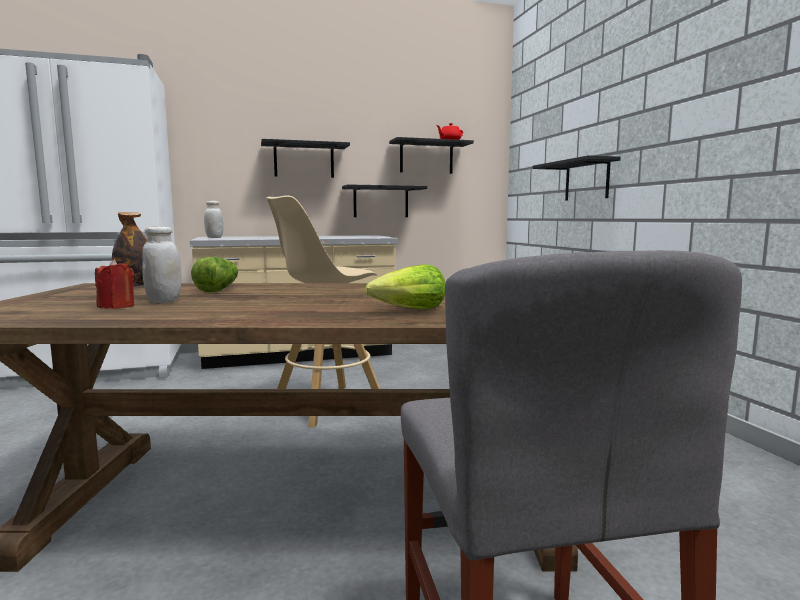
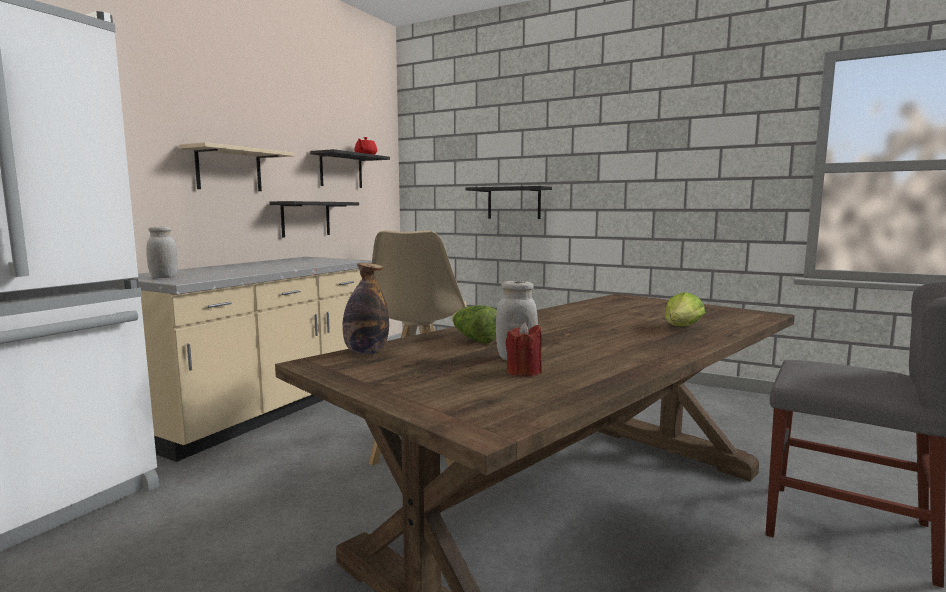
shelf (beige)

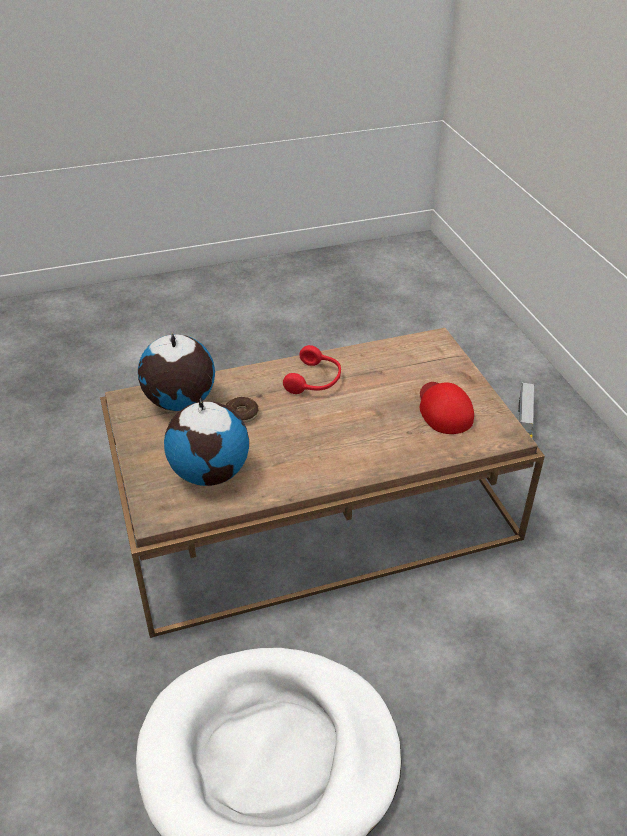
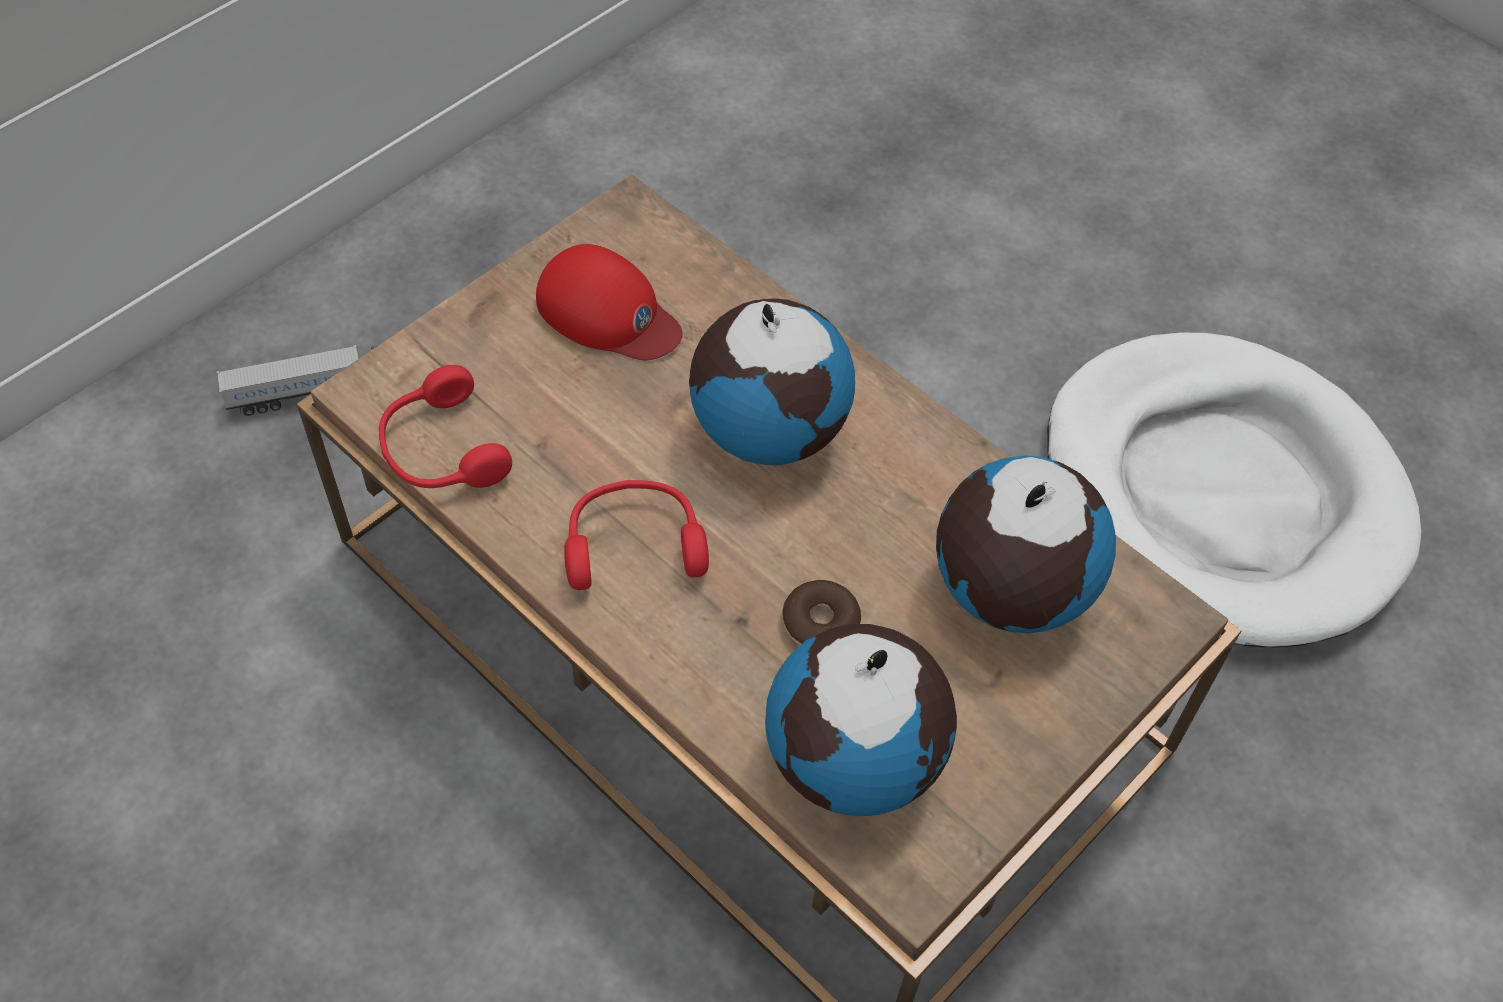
cap (red); globe (1st from left); headphones (red) (1st from left)

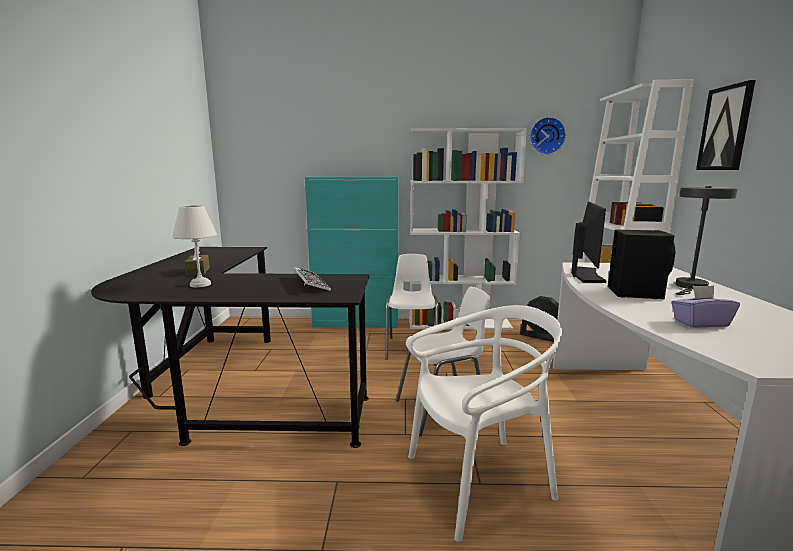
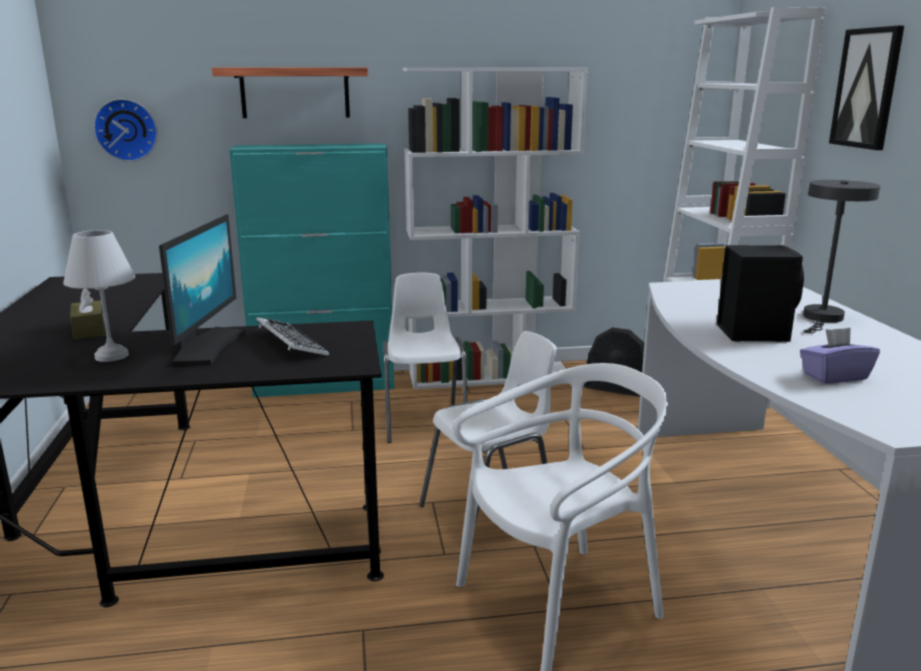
wall clock; monitor; shelf

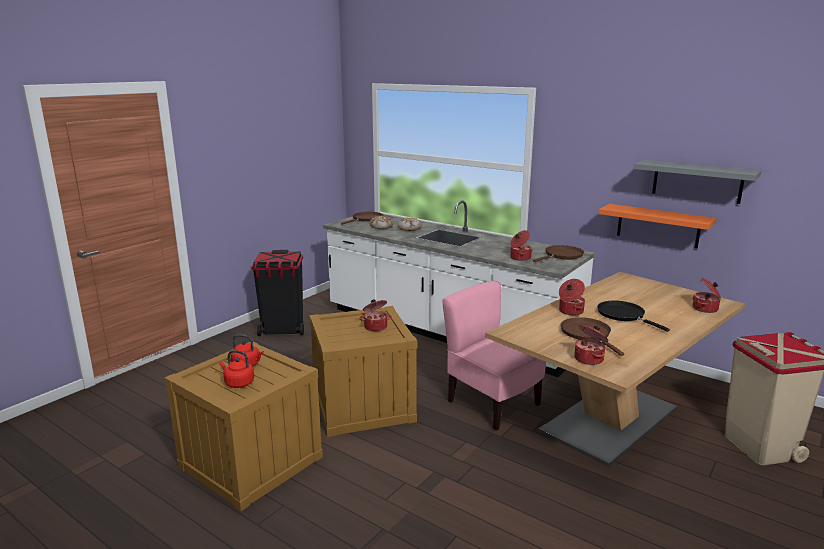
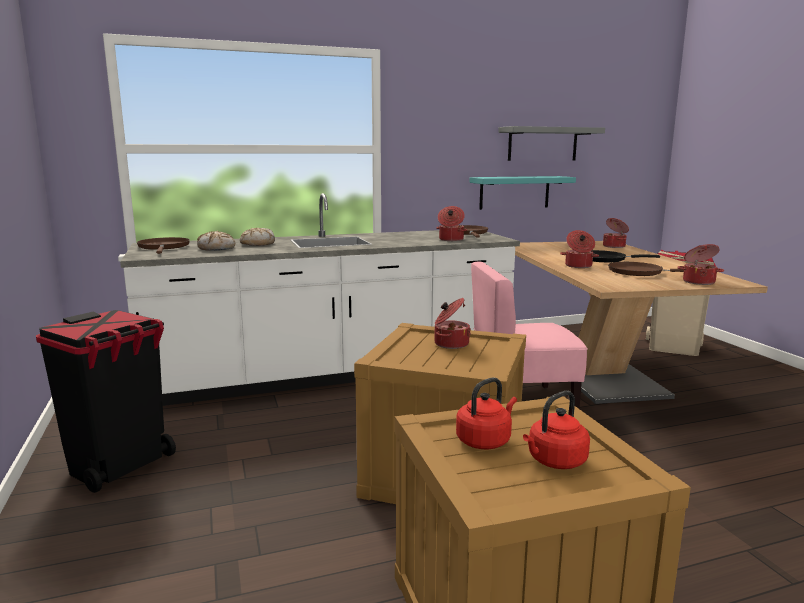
shelf (turquoise)

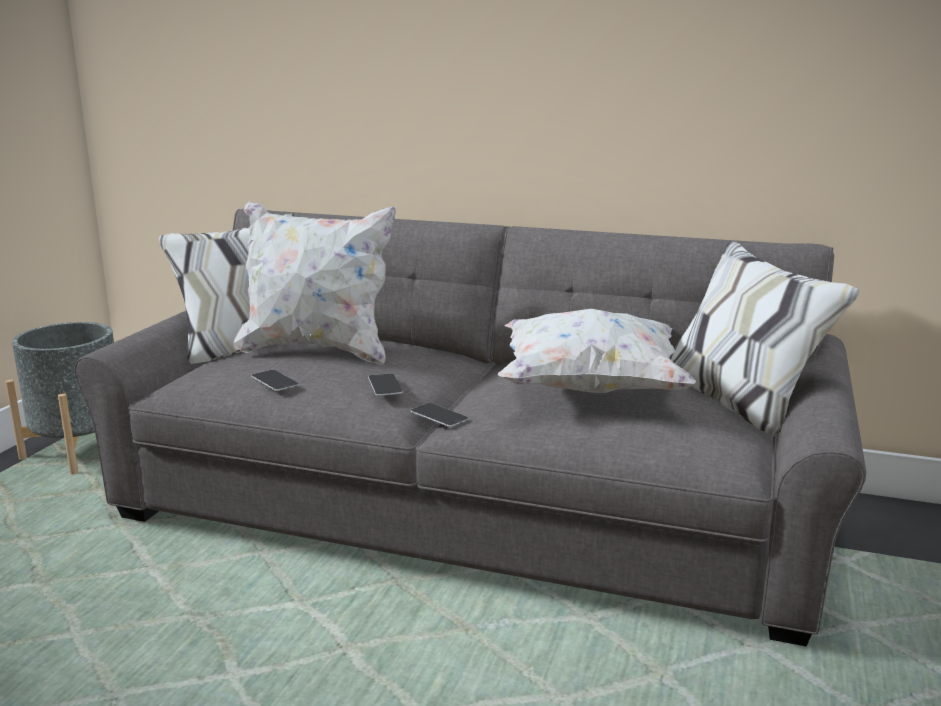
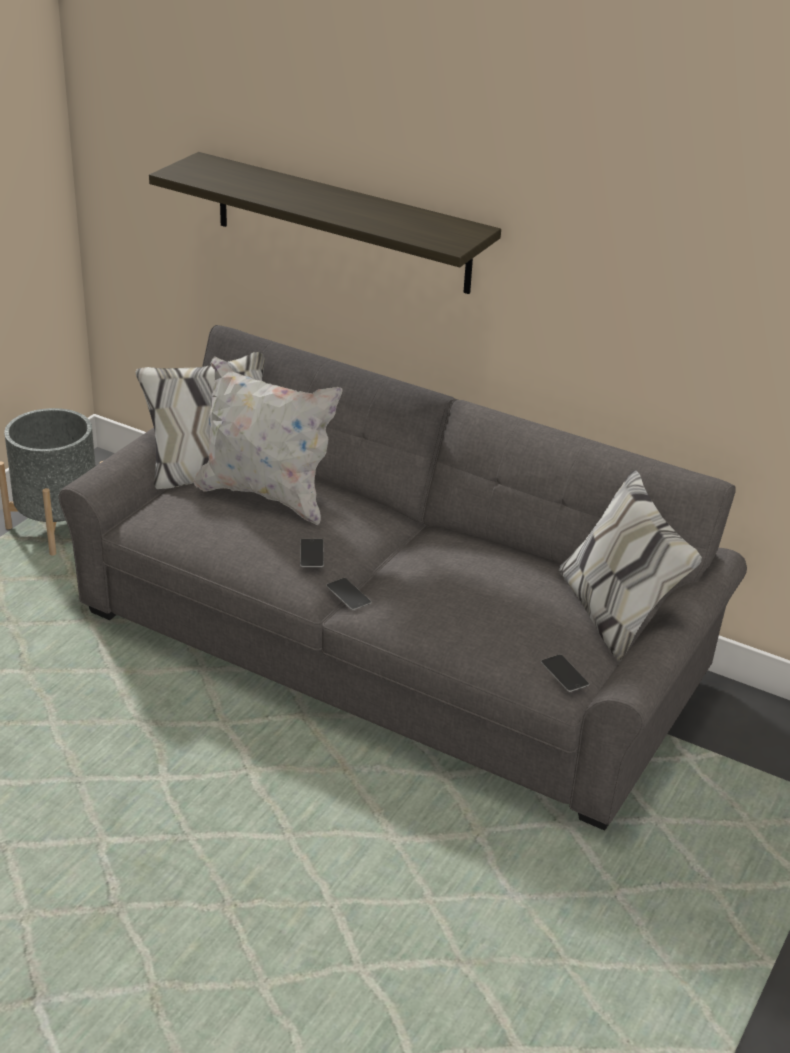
pillow (white) (2nd from left in the first image); phone (3rd from left); shelf

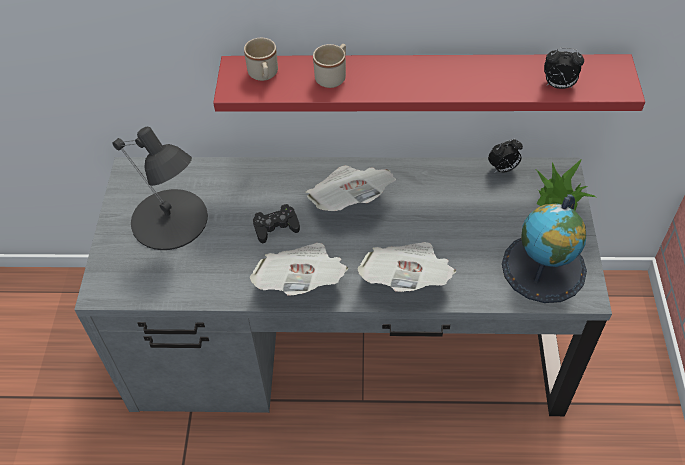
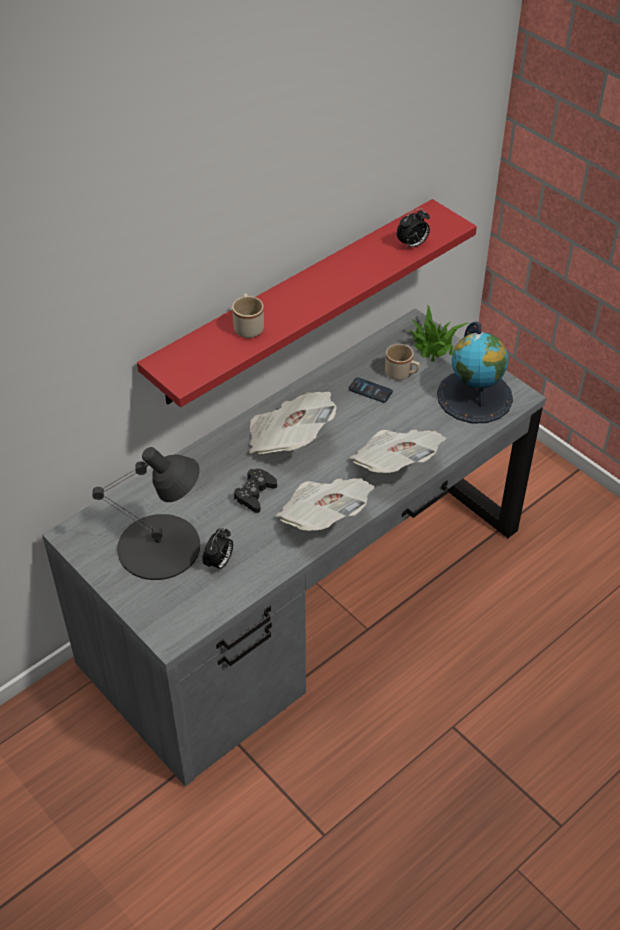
mug (beige) (2nd from left); alarm clock (1st from left); phone

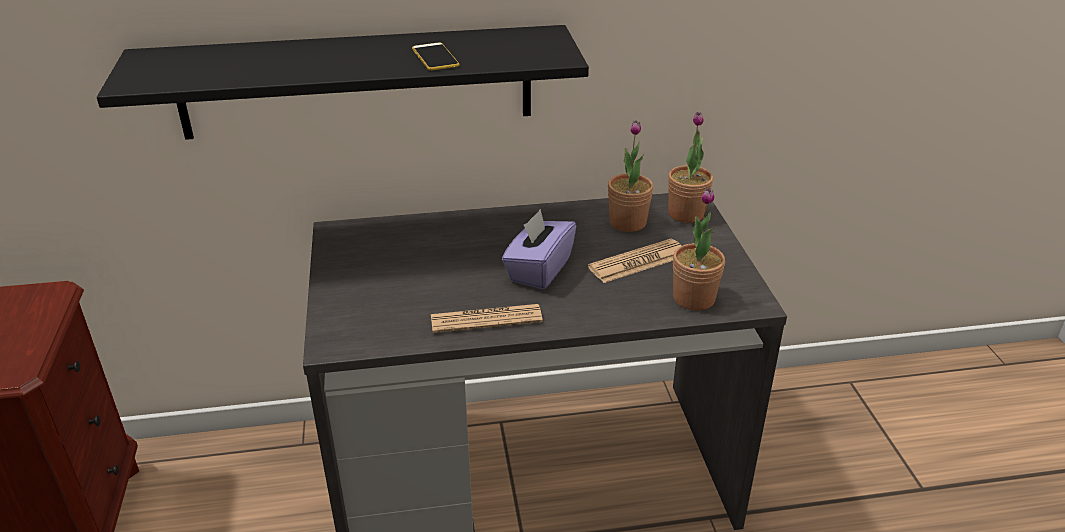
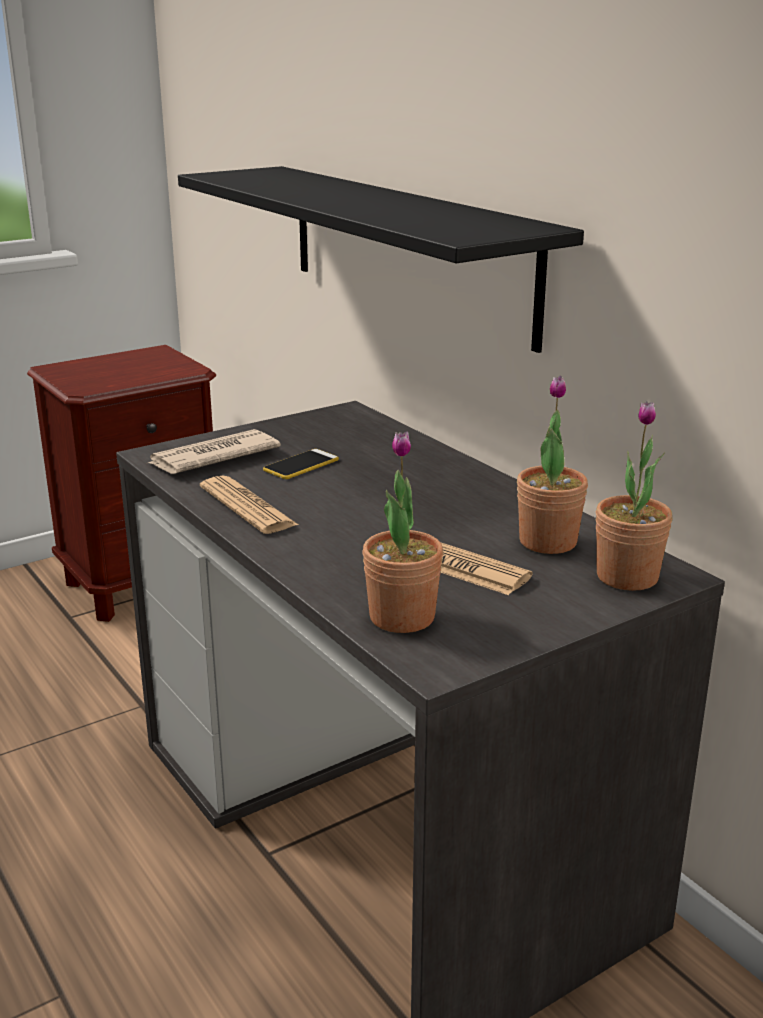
phone; tissue box (purple); newspaper (1st from left)

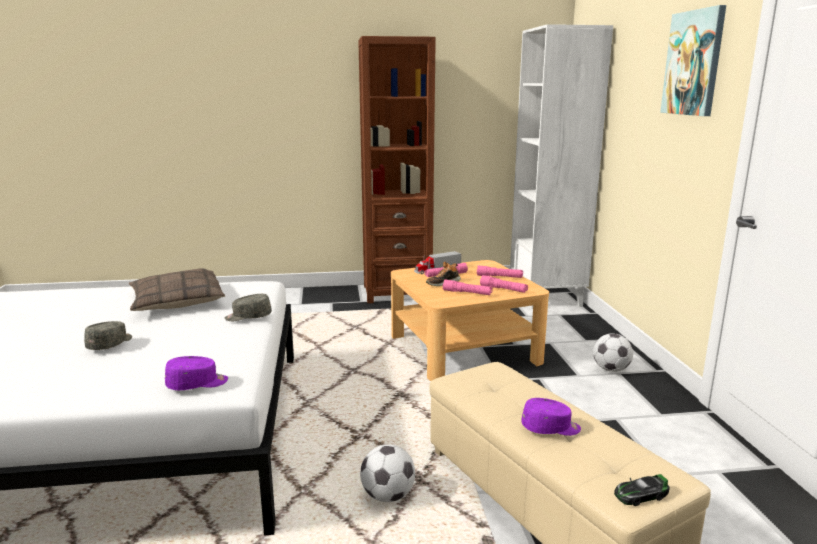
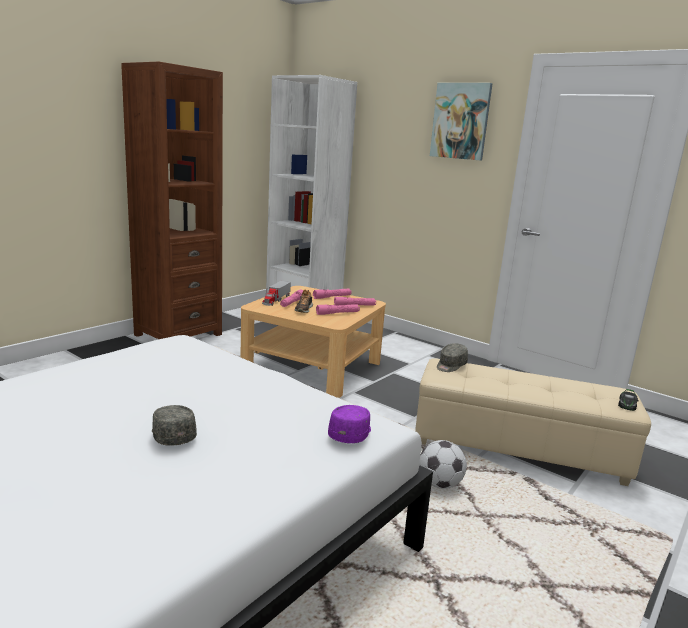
pillow; cap (grey) (2nd from left); football (2nd from left in the first image); cap (purple) (2nd from left in the first image)

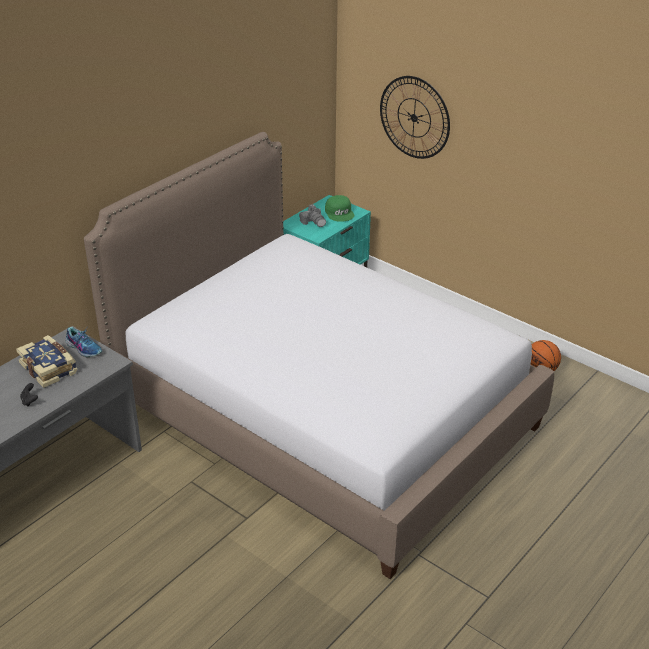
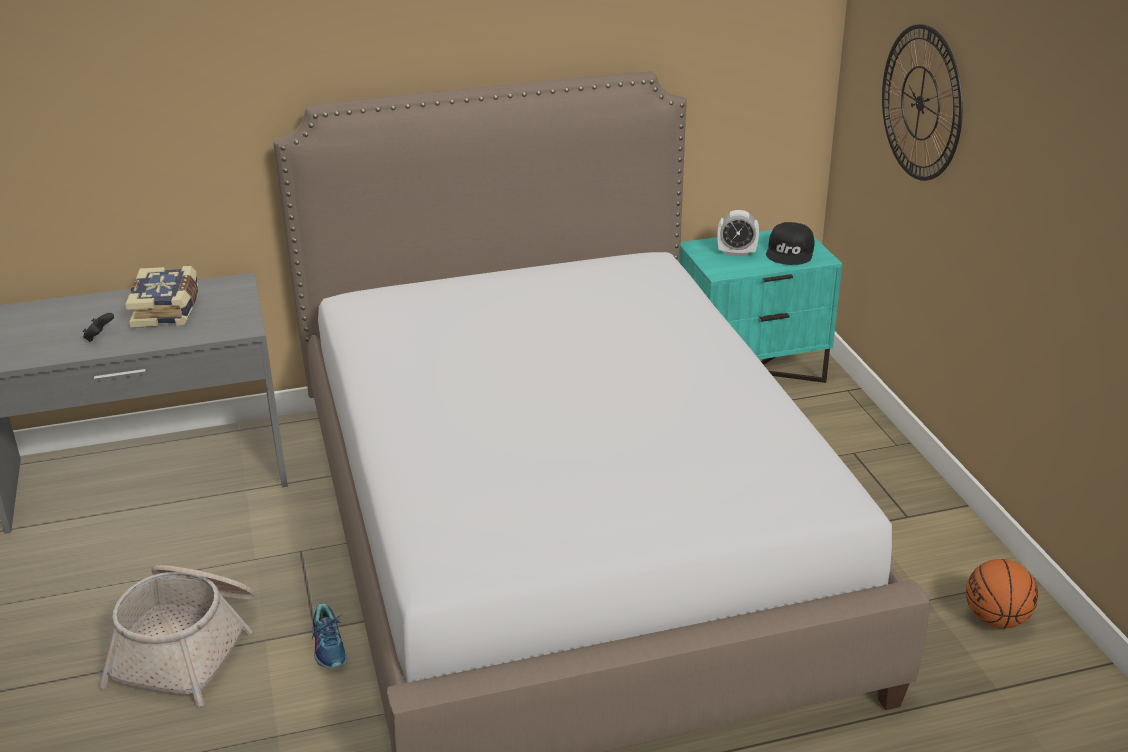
cap (black); alarm clock; shoe; basket

